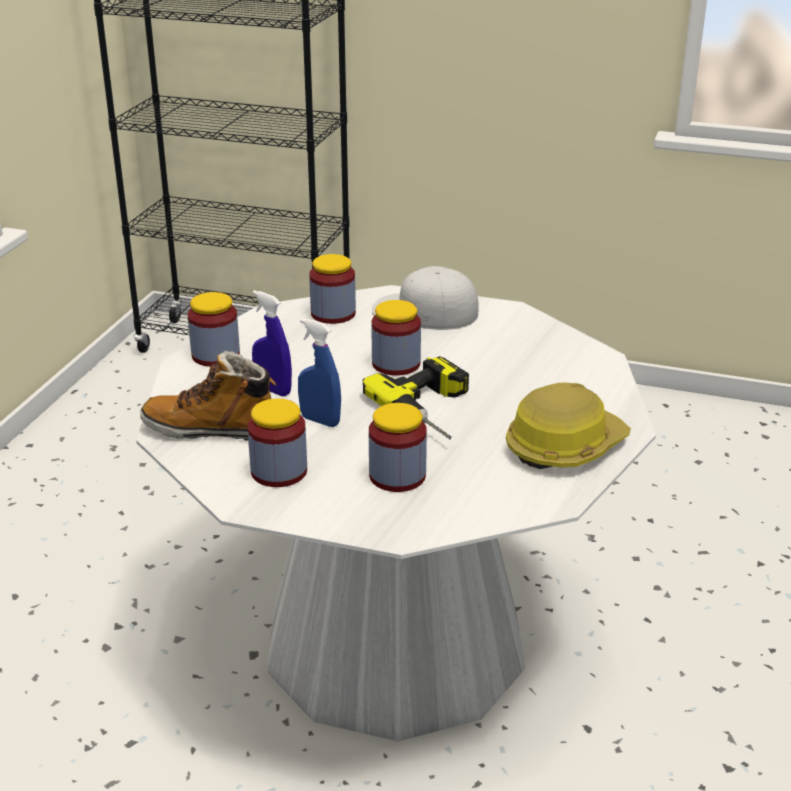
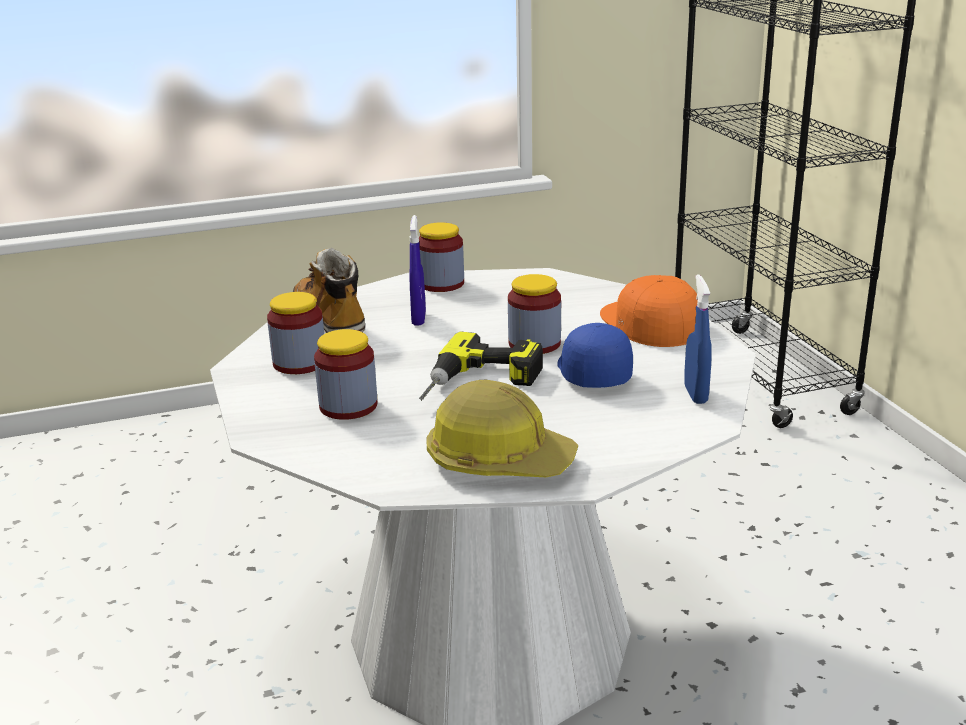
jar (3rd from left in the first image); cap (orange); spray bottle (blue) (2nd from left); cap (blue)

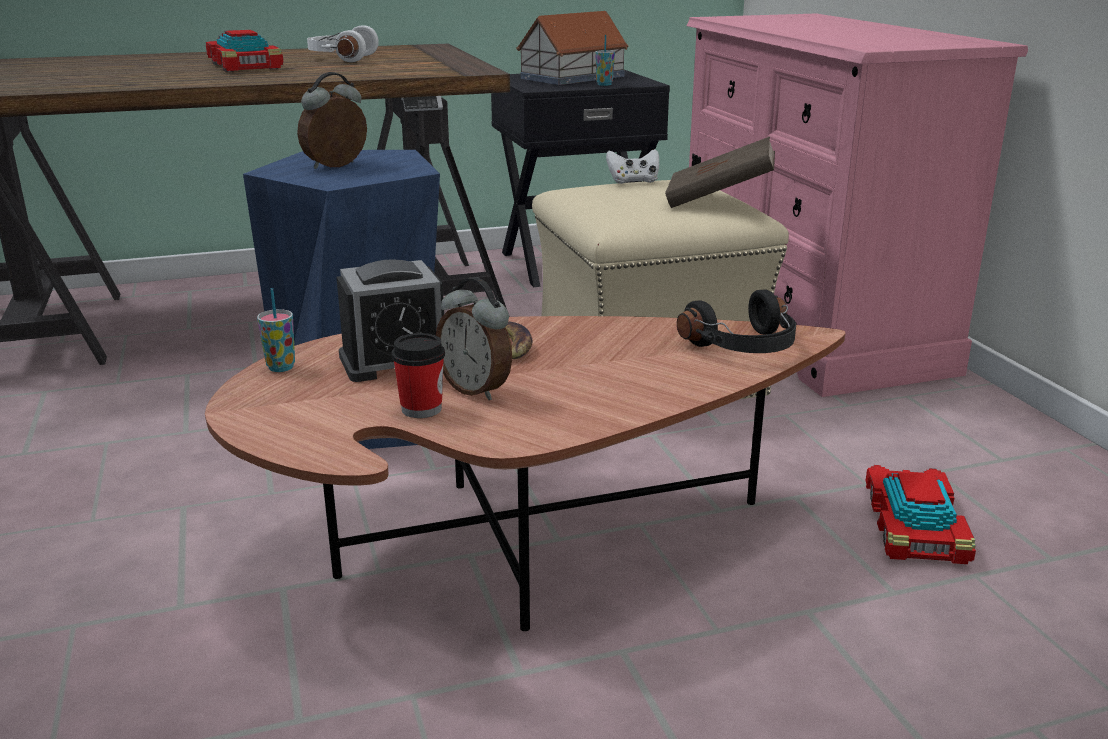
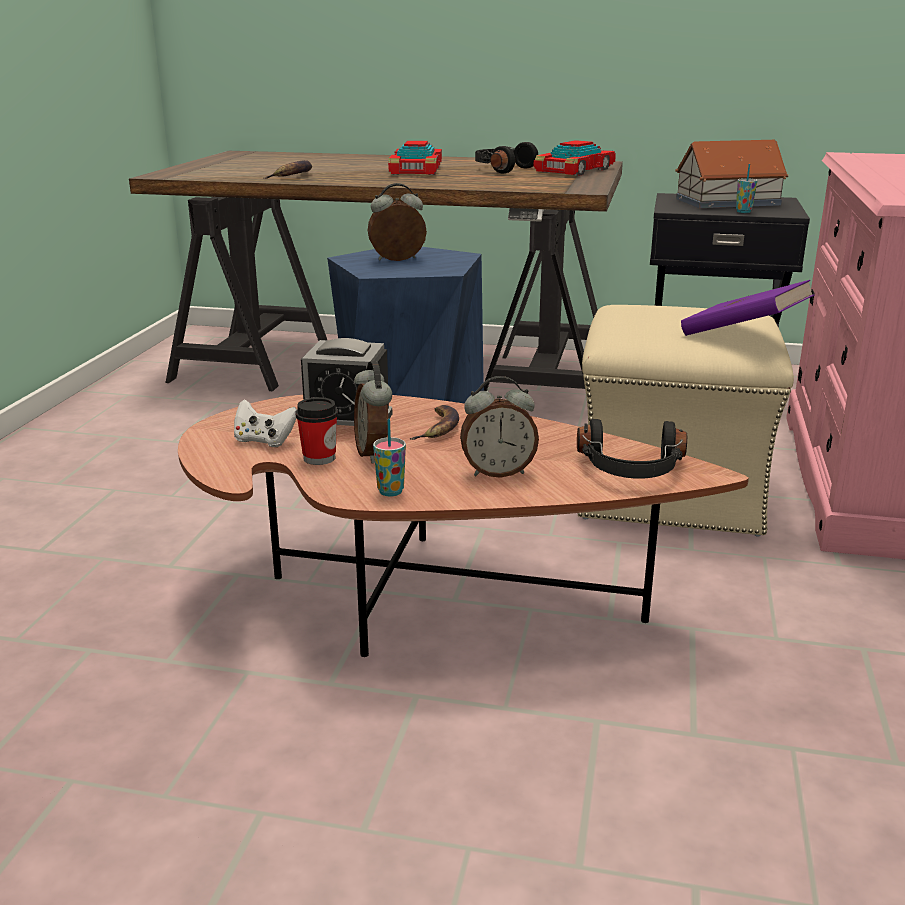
headphones (black) (1st from left); book (purple); game controller (white); cup (2nd from left); toy car (2nd from left); banana (1st from left); alarm clock (4th from left)

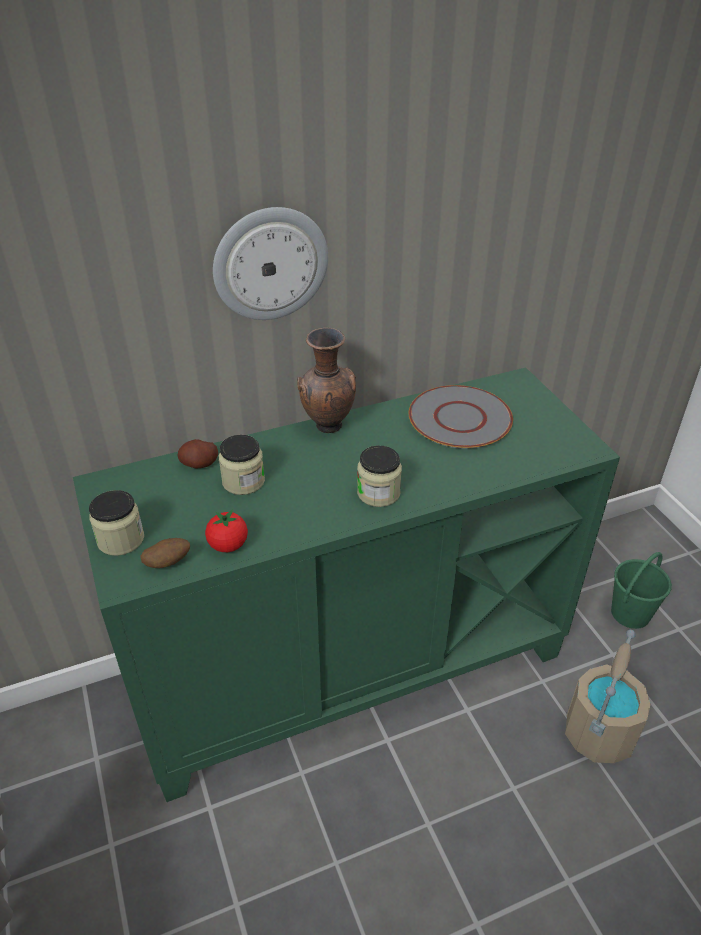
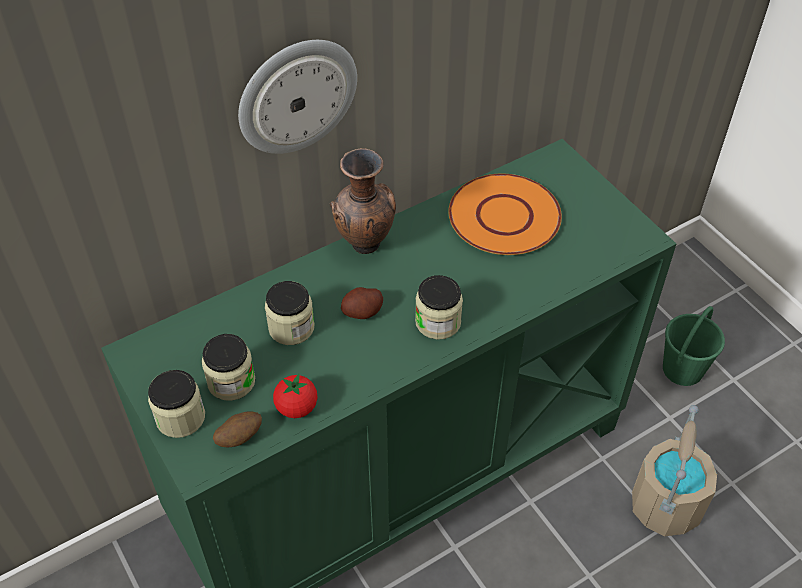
plate (orange); potato (2nd from left); jar (2nd from left)

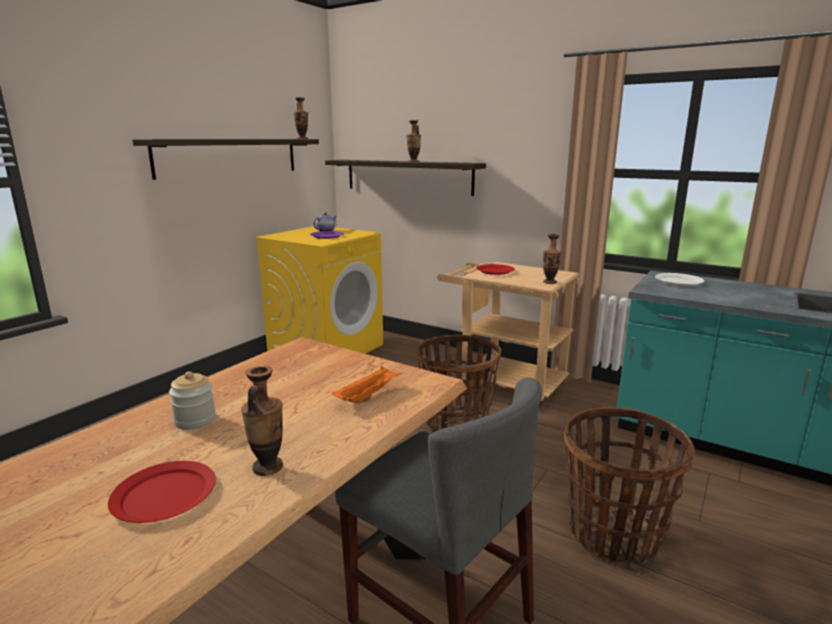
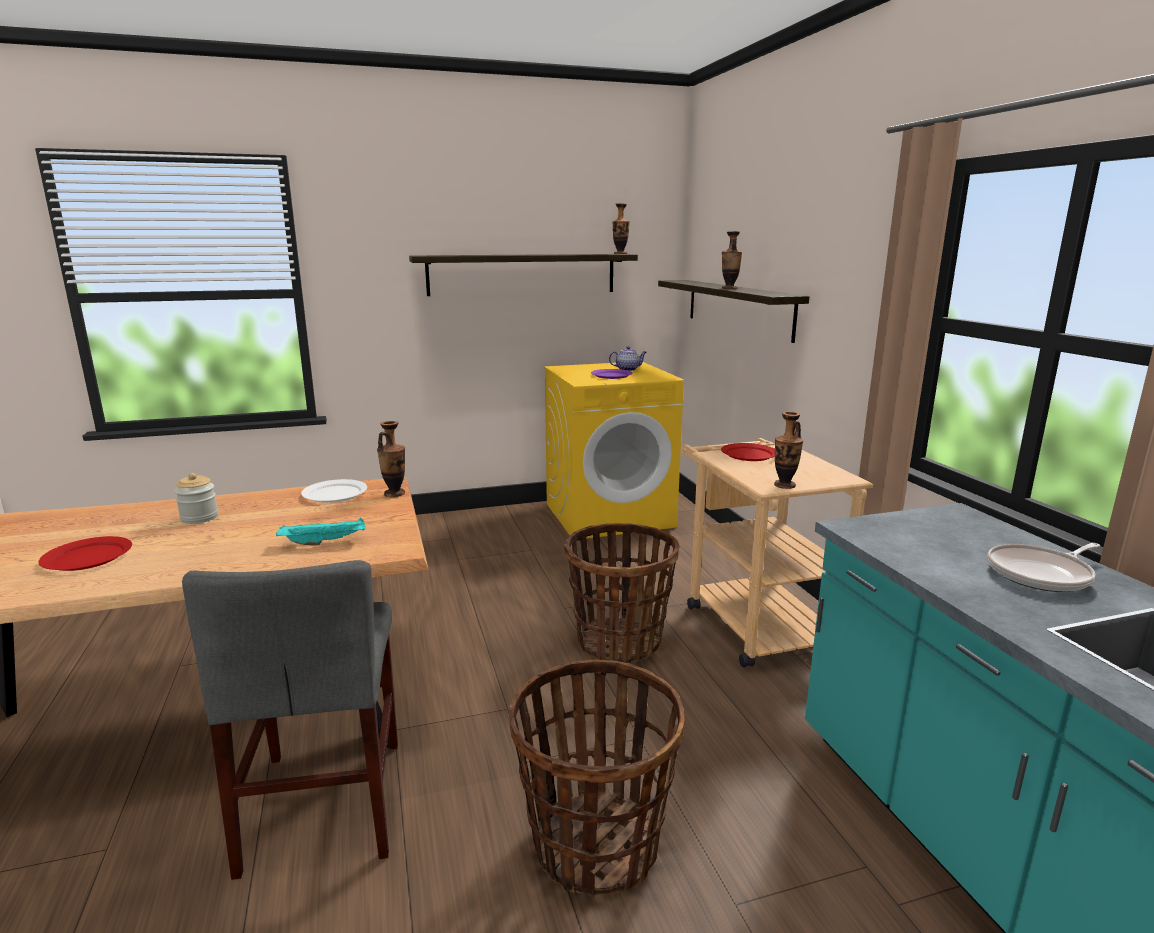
plate (white); vase (1st from left); tray (turquoise); frying pan

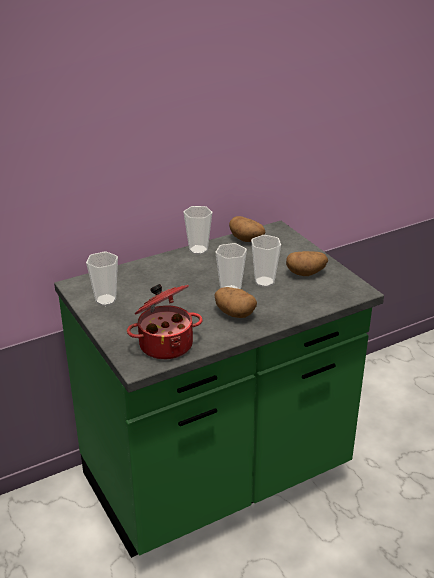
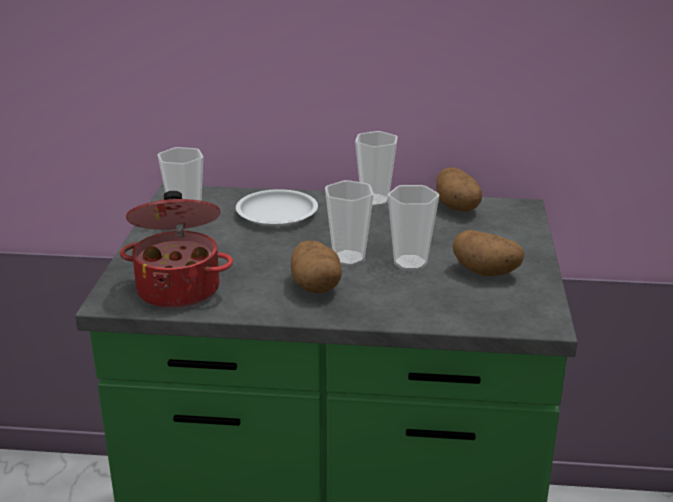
plate (white)

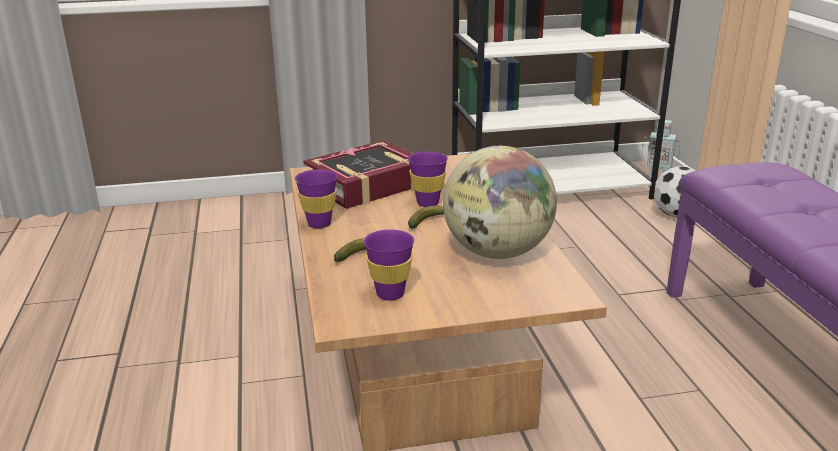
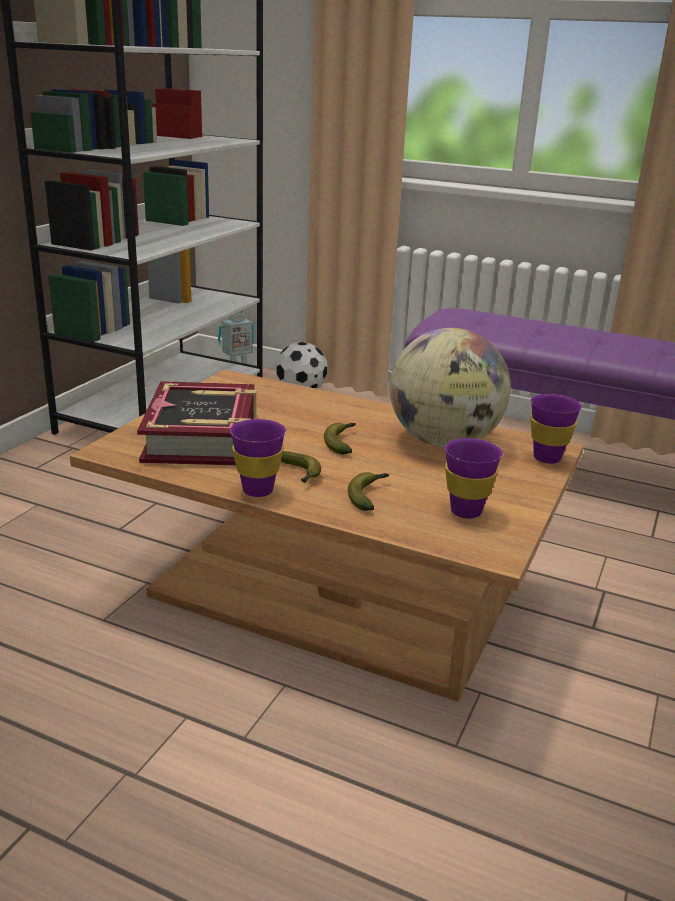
cup (purple) (3rd from left); banana (1st from left)

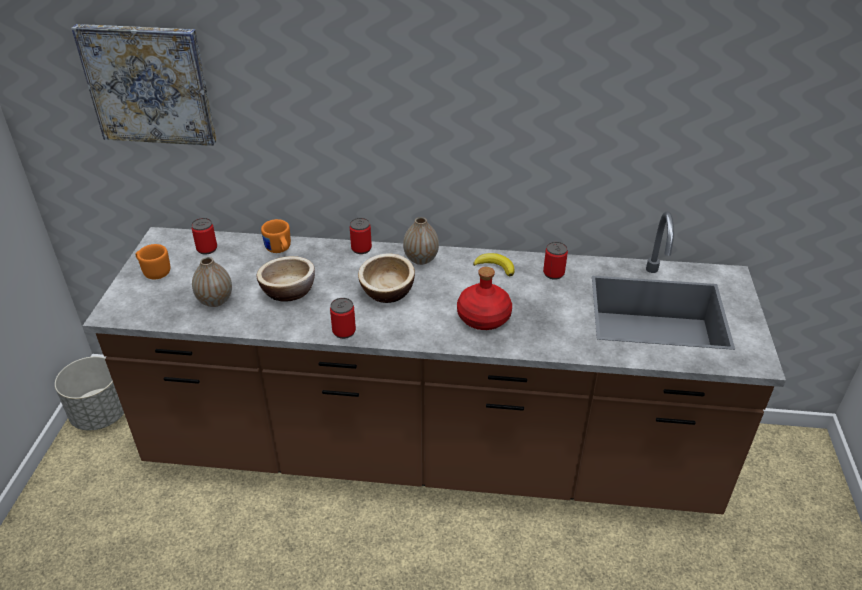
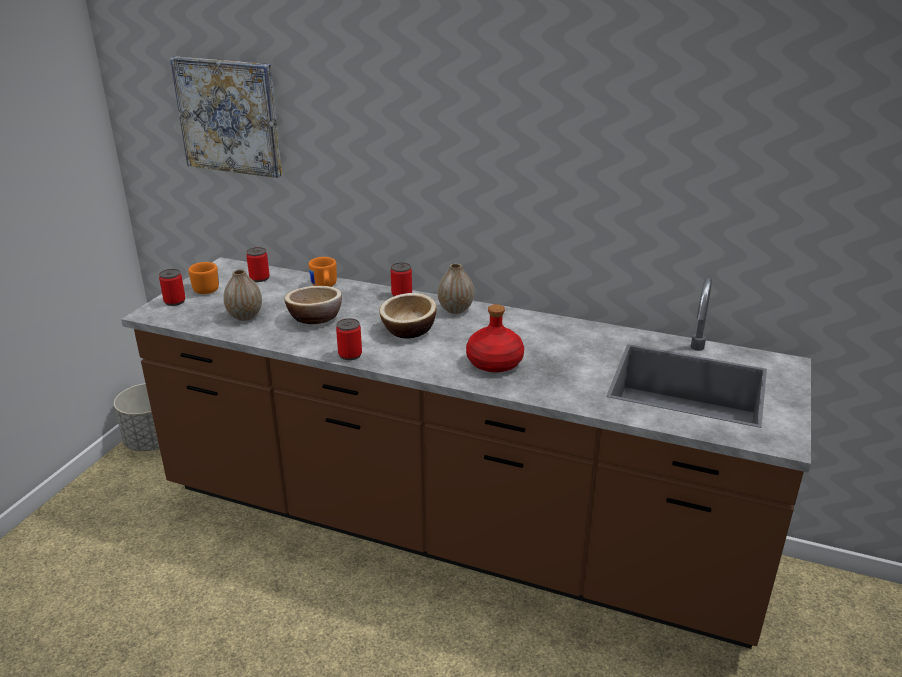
can (1st from left); banana

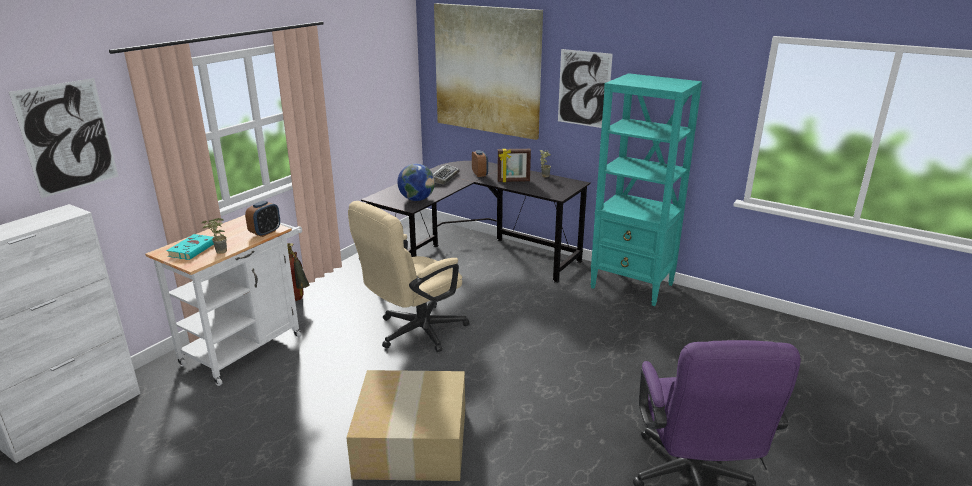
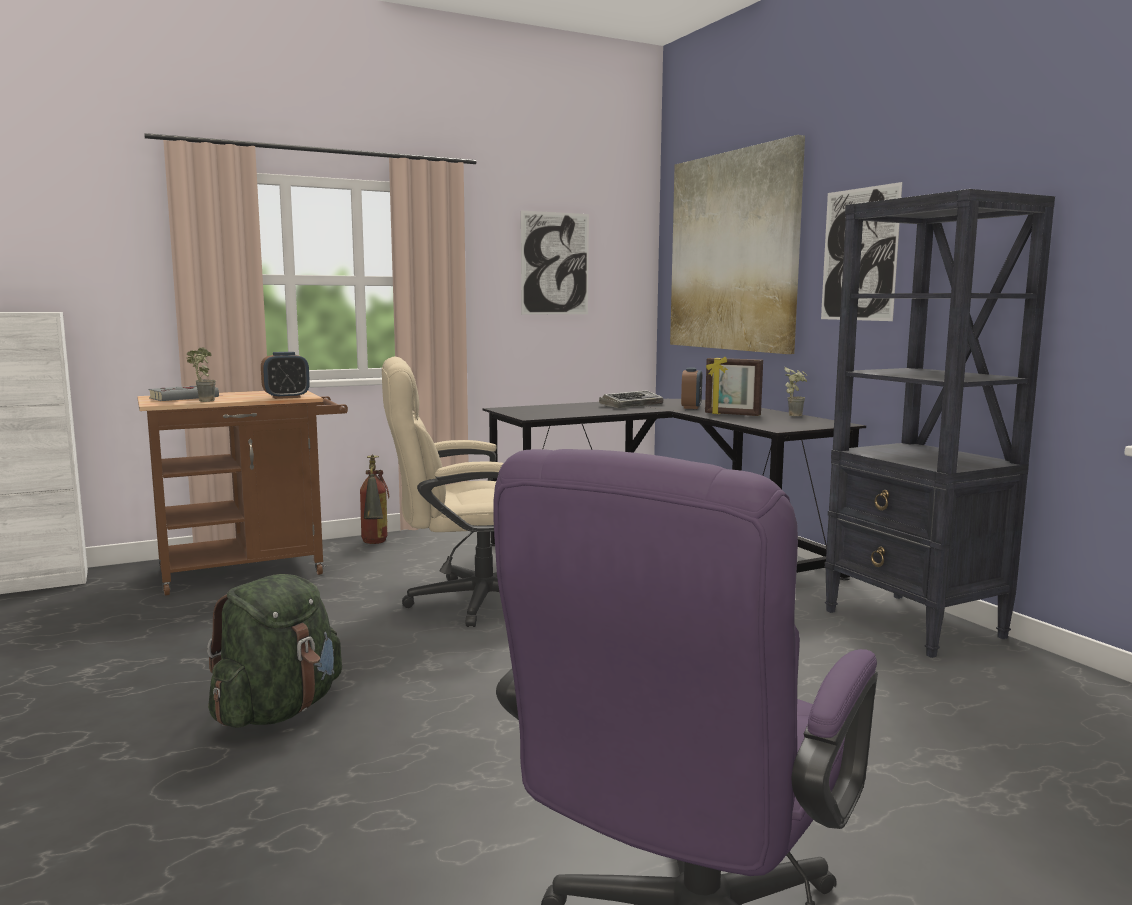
bookcase (black); picture (1st from left); globe; cart (brown); book (grey); backpack (green)

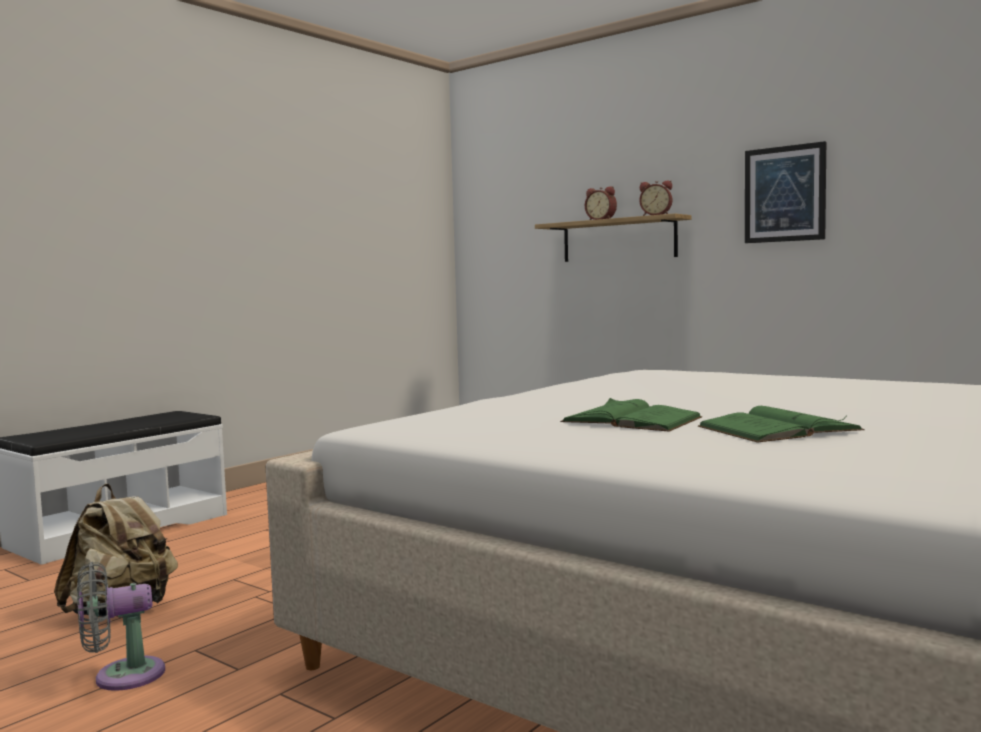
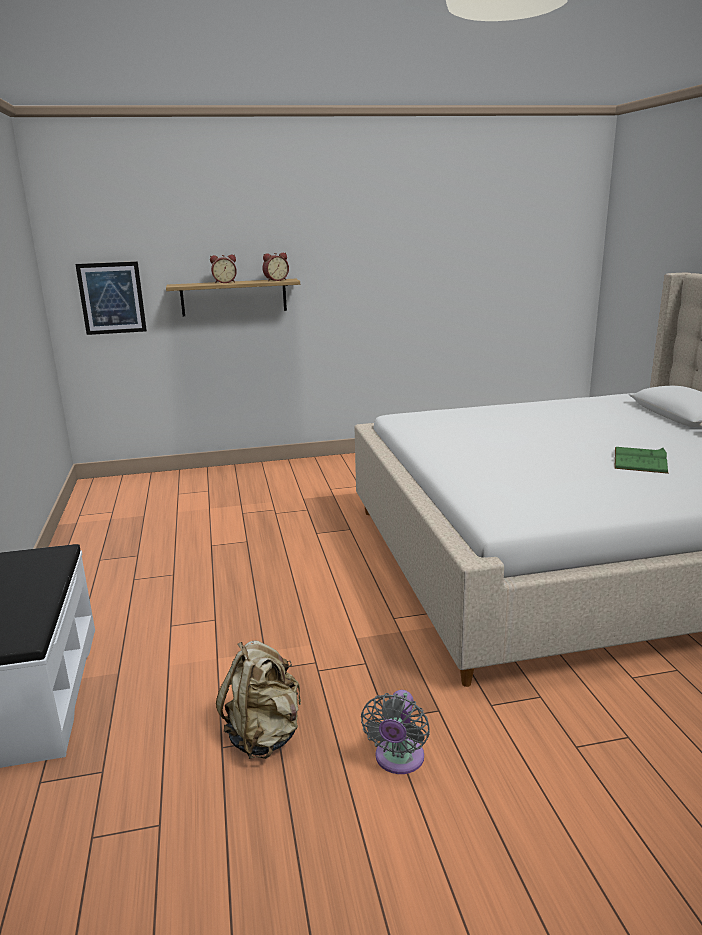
picture; book (green) (1st from left in the first image)

